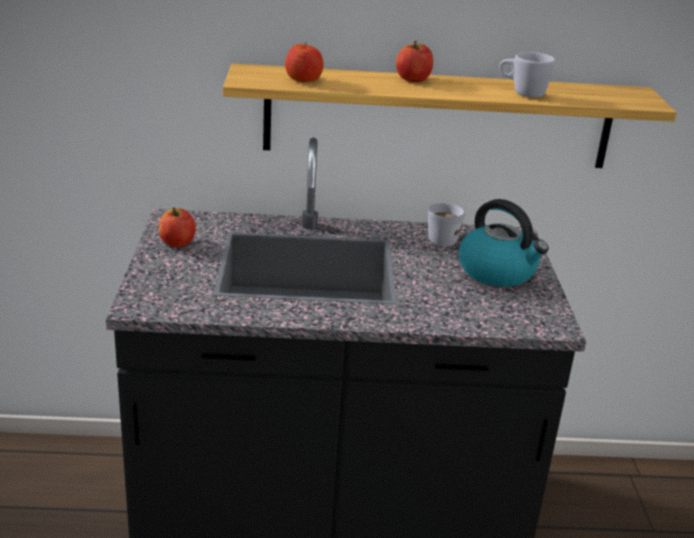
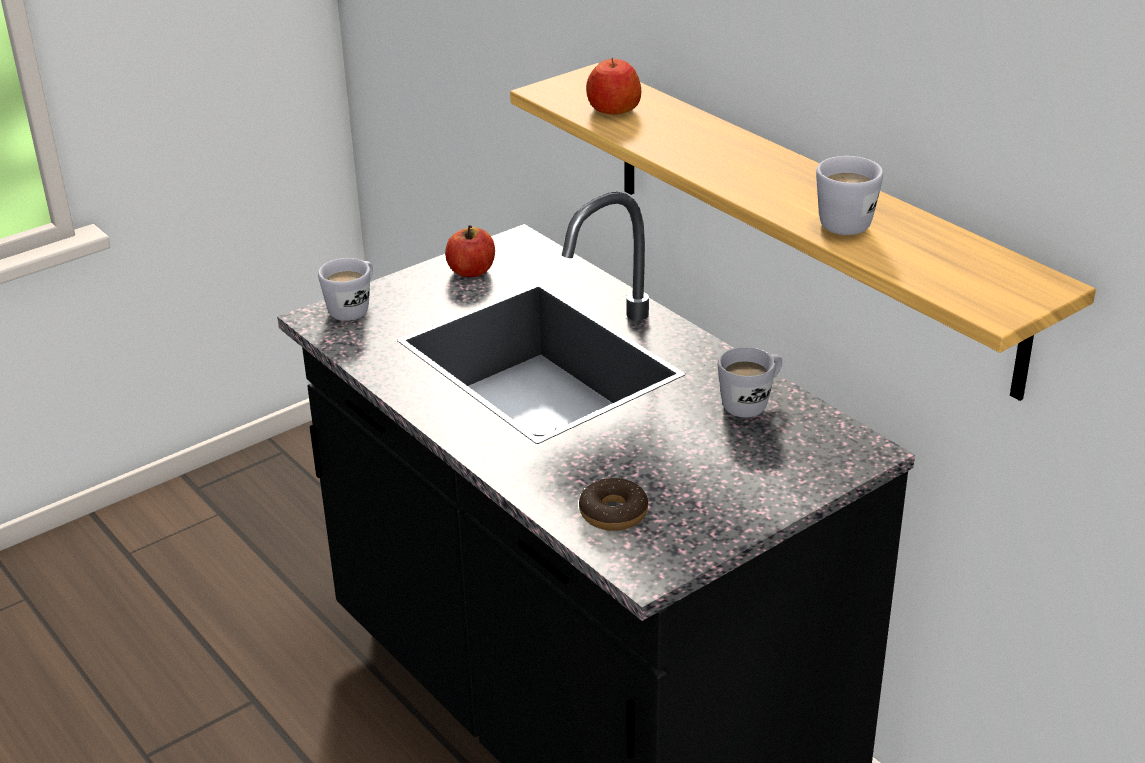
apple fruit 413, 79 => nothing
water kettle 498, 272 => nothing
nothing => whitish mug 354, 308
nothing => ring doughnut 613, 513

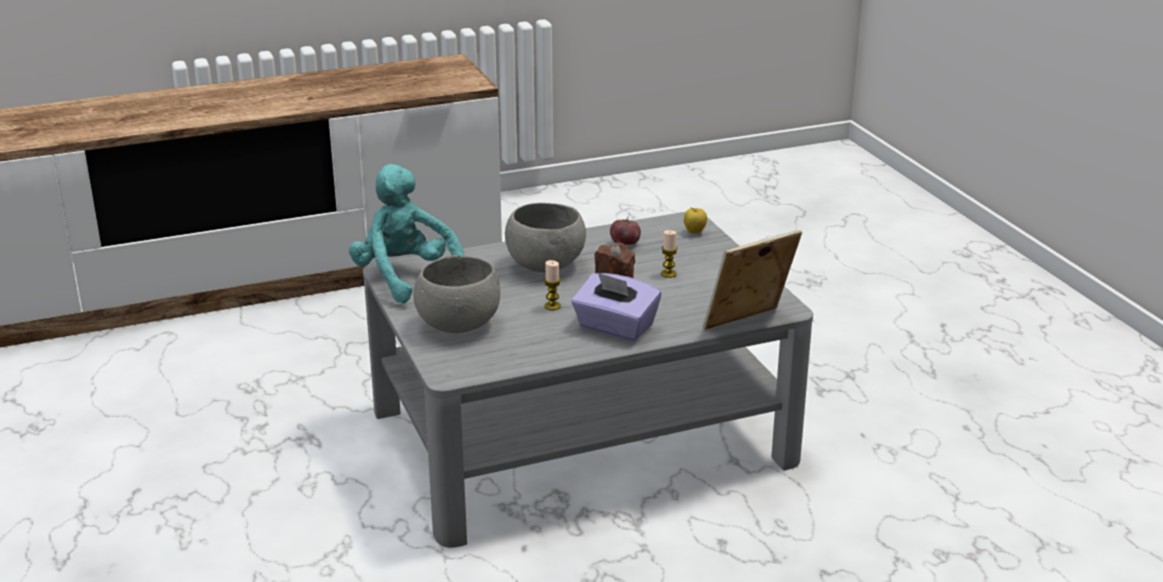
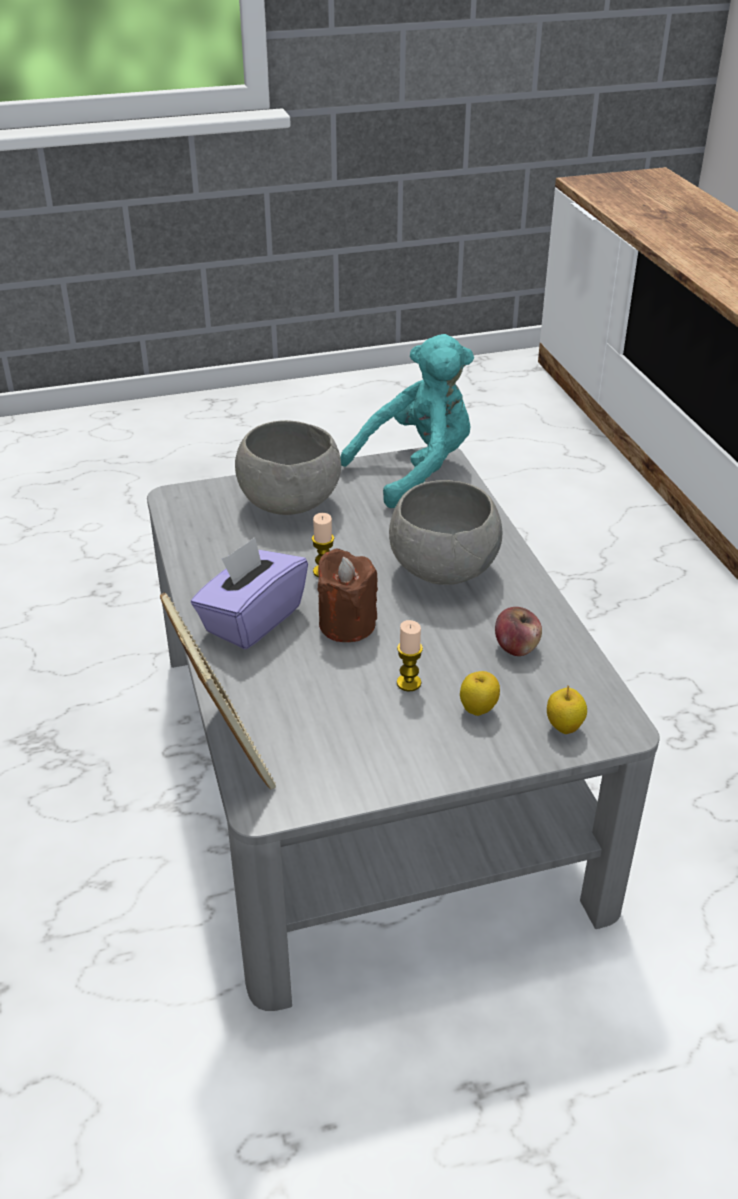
nothing => apple fruit 478, 710

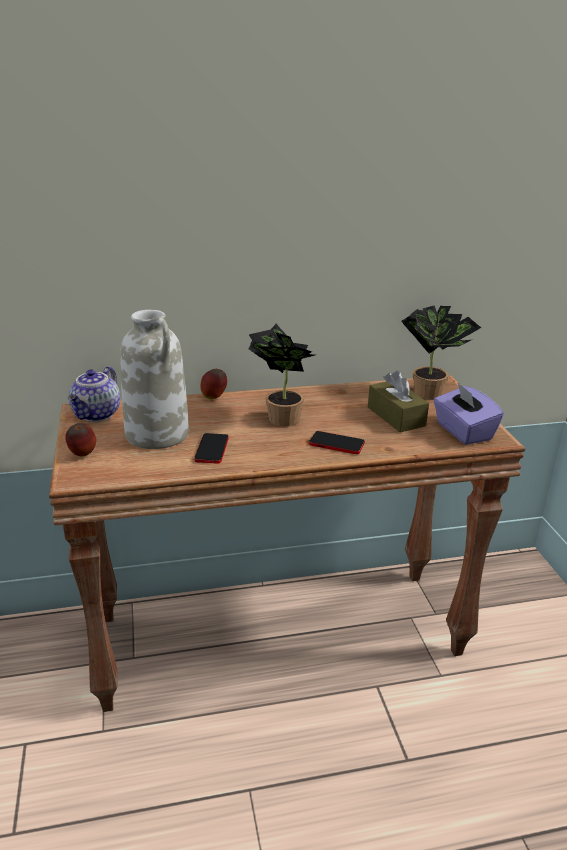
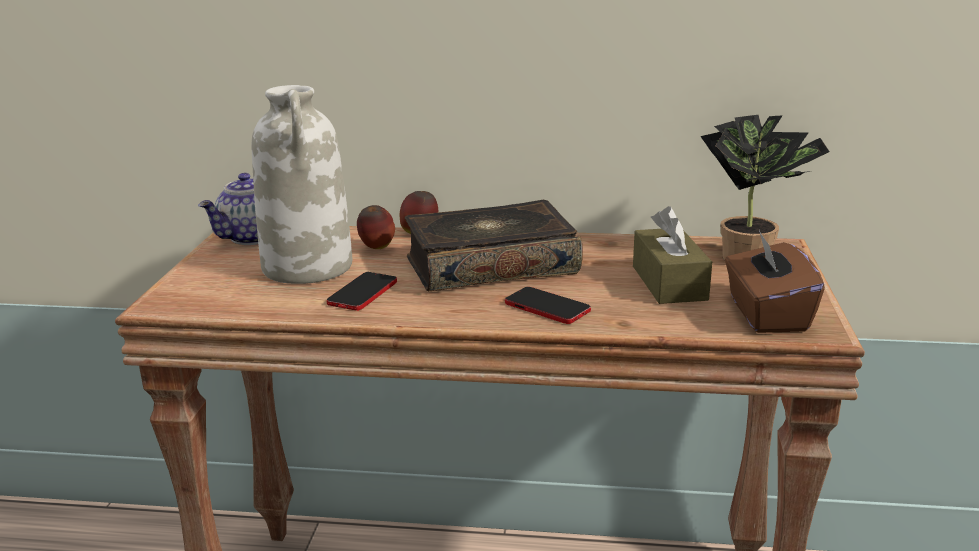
potted plant 280, 417 => bound book 490, 265
purplish tissue holder 463, 431 => brown-coloured tissue holder 766, 314
apple fruit 82, 455 => apple fruit 376, 249, move

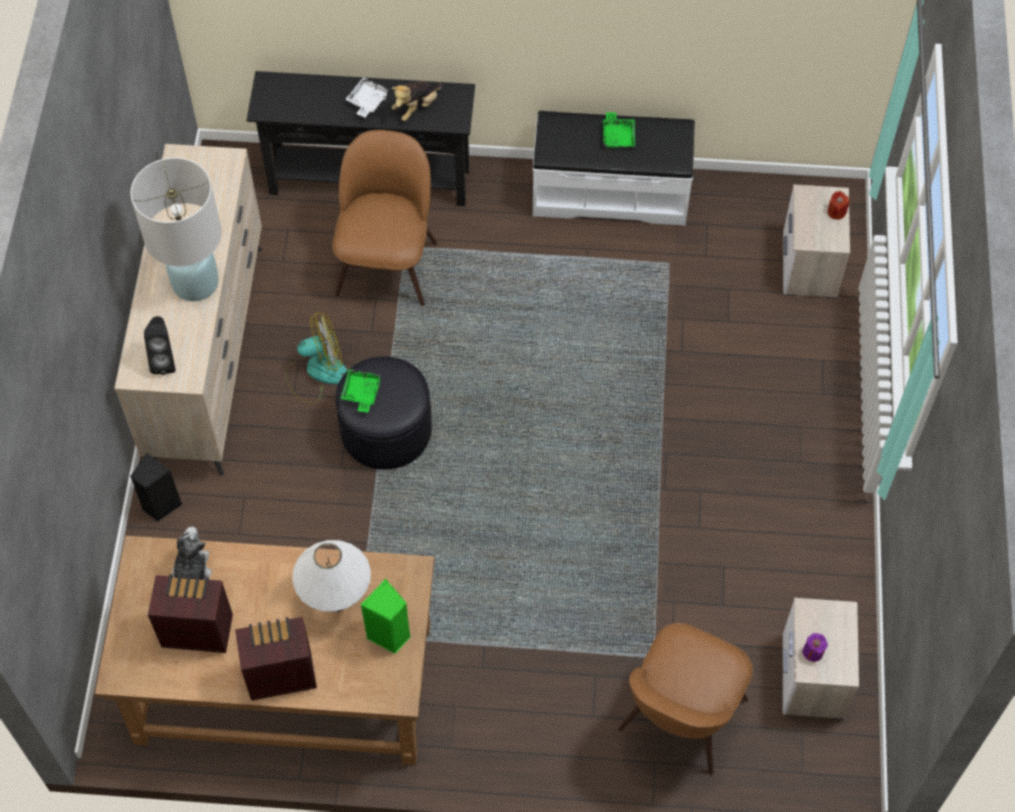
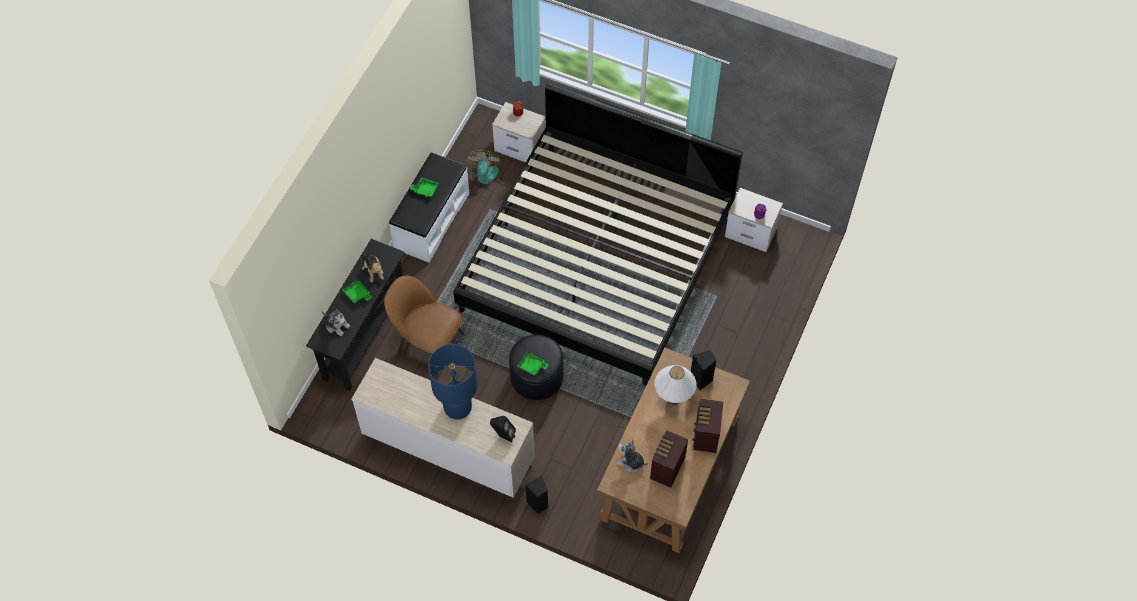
whitish tray 367, 101 => greenish tray 357, 294
whitish lamp for a table 195, 282 => blue lamp for a table 457, 407
electric fan 316, 372 => electric fan 487, 180, move
greenish speaker 389, 635 => black-coloured speaker 702, 380
brown-coloured plain chair 680, 719 => nothing
nothing => bedroom bed 596, 260
nothing => cuddly toy 337, 325

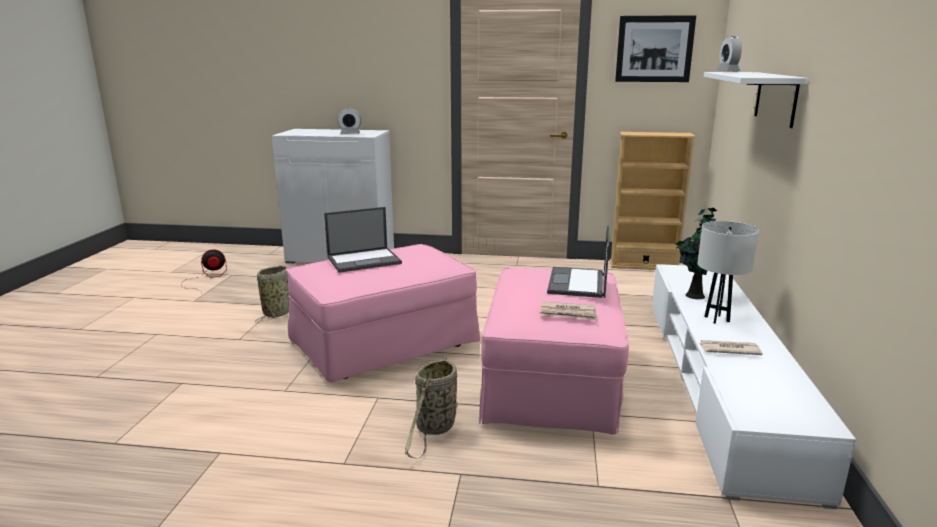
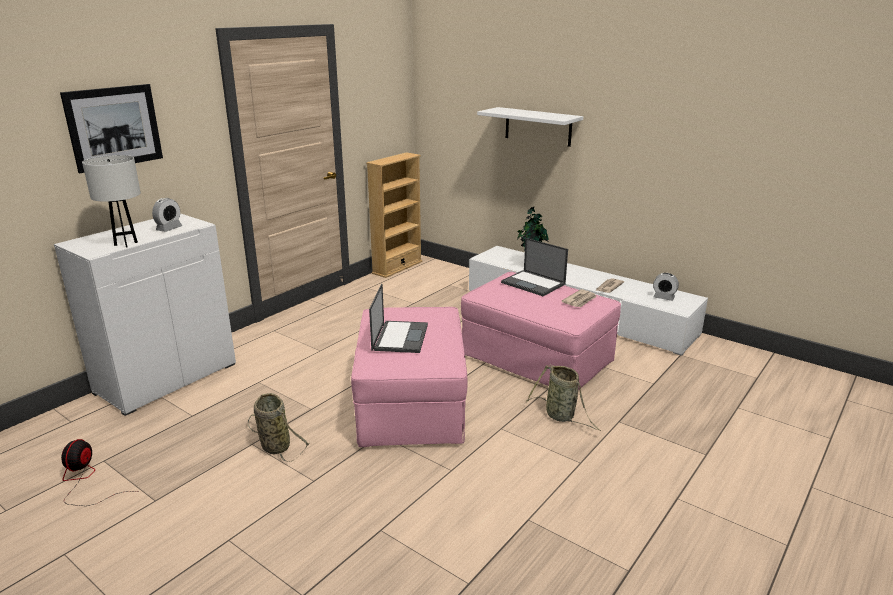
wall picture 654, 49 => wall picture 114, 127, move
bedside clock 727, 72 => bedside clock 663, 297, move
whitish lamp for a table 717, 319 => whitish lamp for a table 126, 244, move

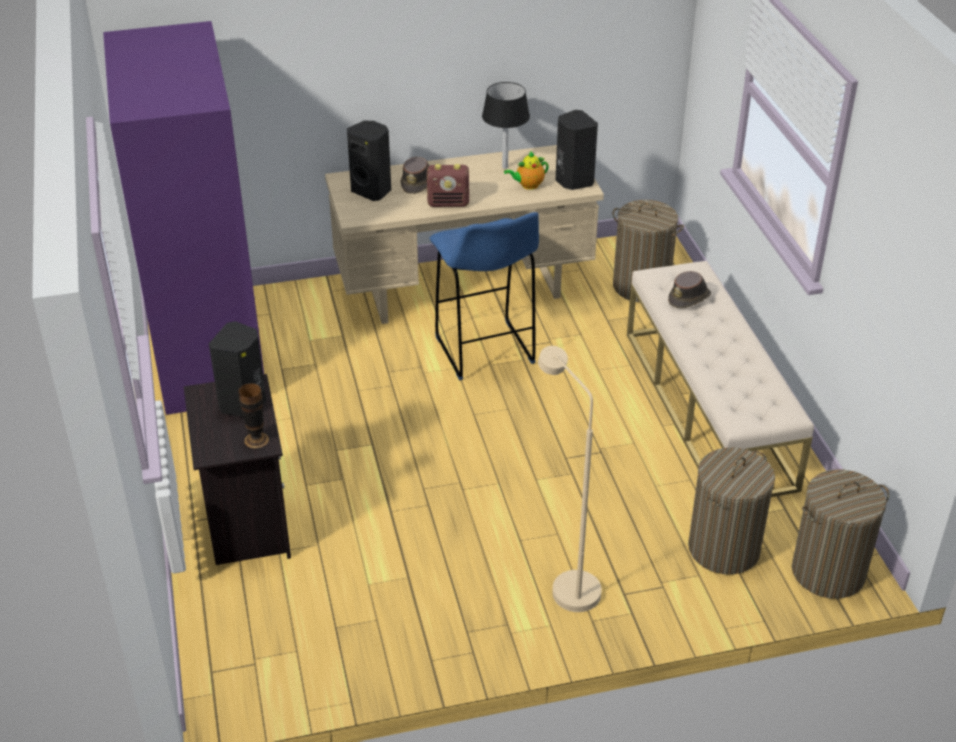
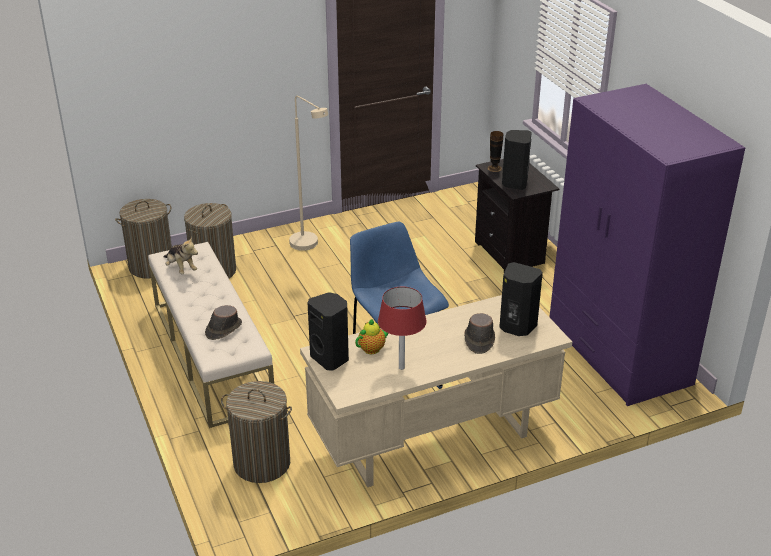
black-coloured lamp for a table 505, 167 => reddish lamp for a table 401, 368
radio receiver 448, 203 => nothing
nothing => cuddly toy 181, 268

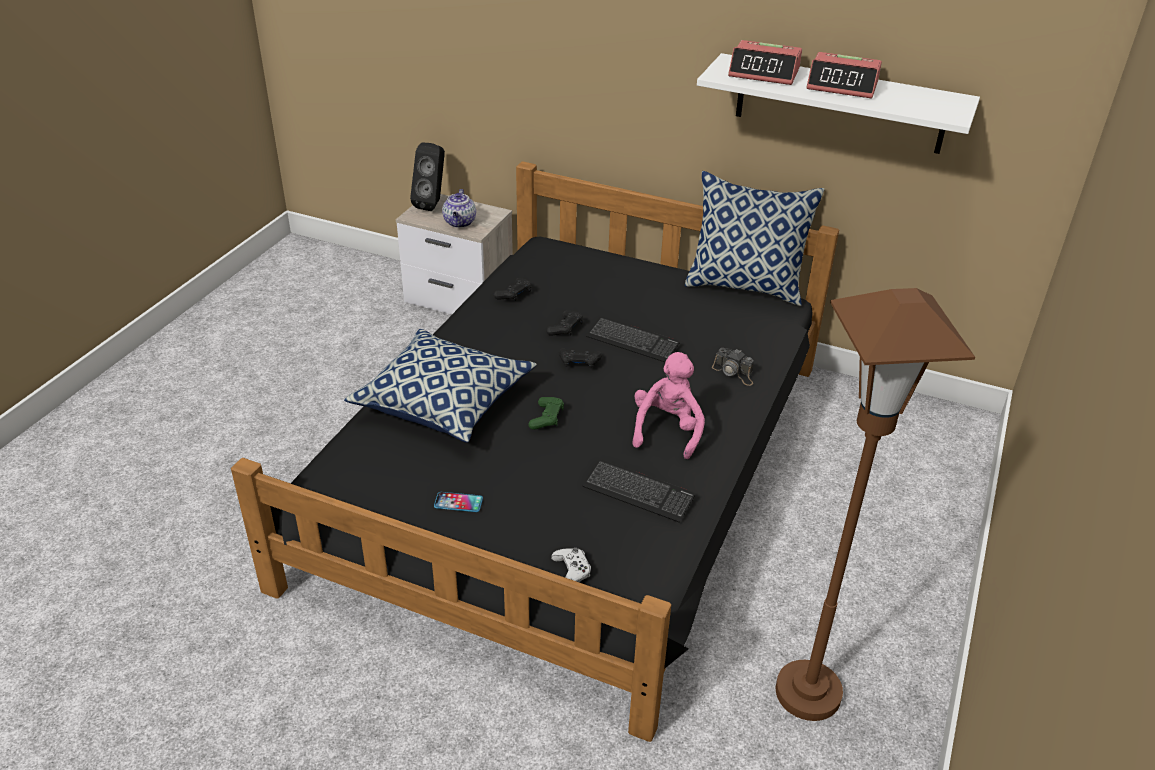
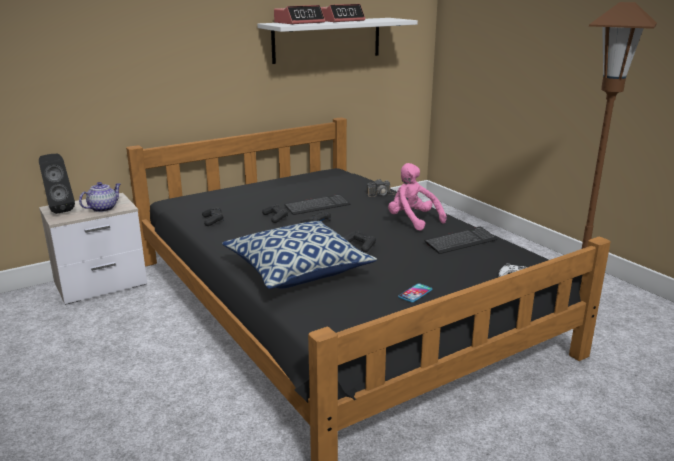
pillow 745, 286 => nothing
tea pot 460, 223 => tea pot 103, 208, 90 degrees counterclockwise
greenish game controller 546, 418 => black-coloured game controller 360, 246

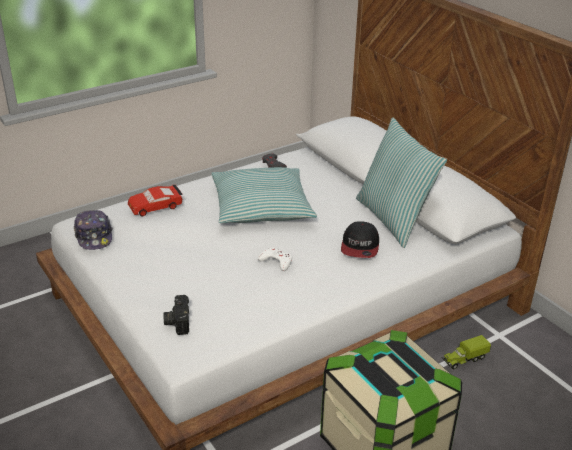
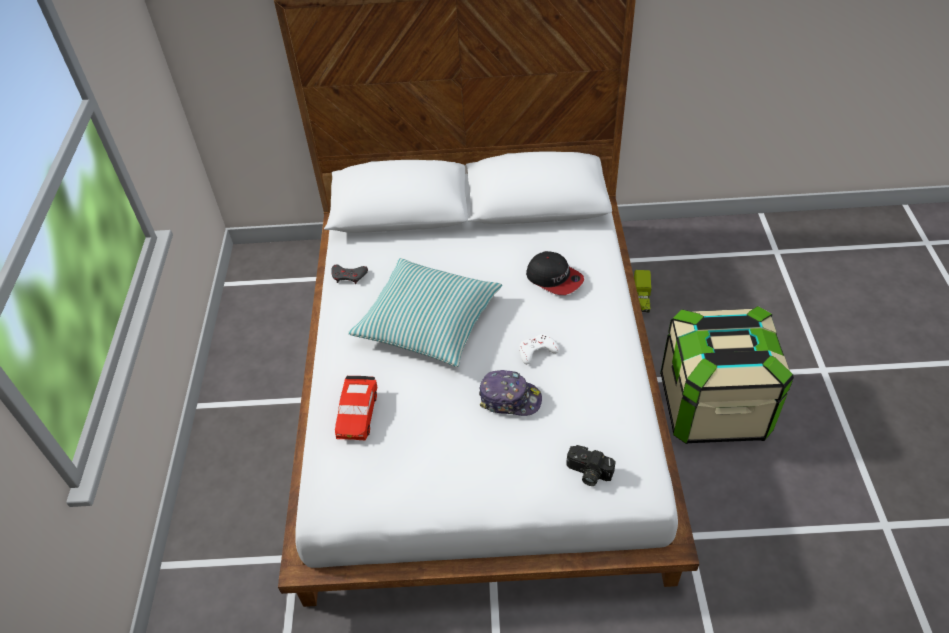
pillow 393, 219 => nothing
baseball cap 94, 236 => baseball cap 510, 399, move

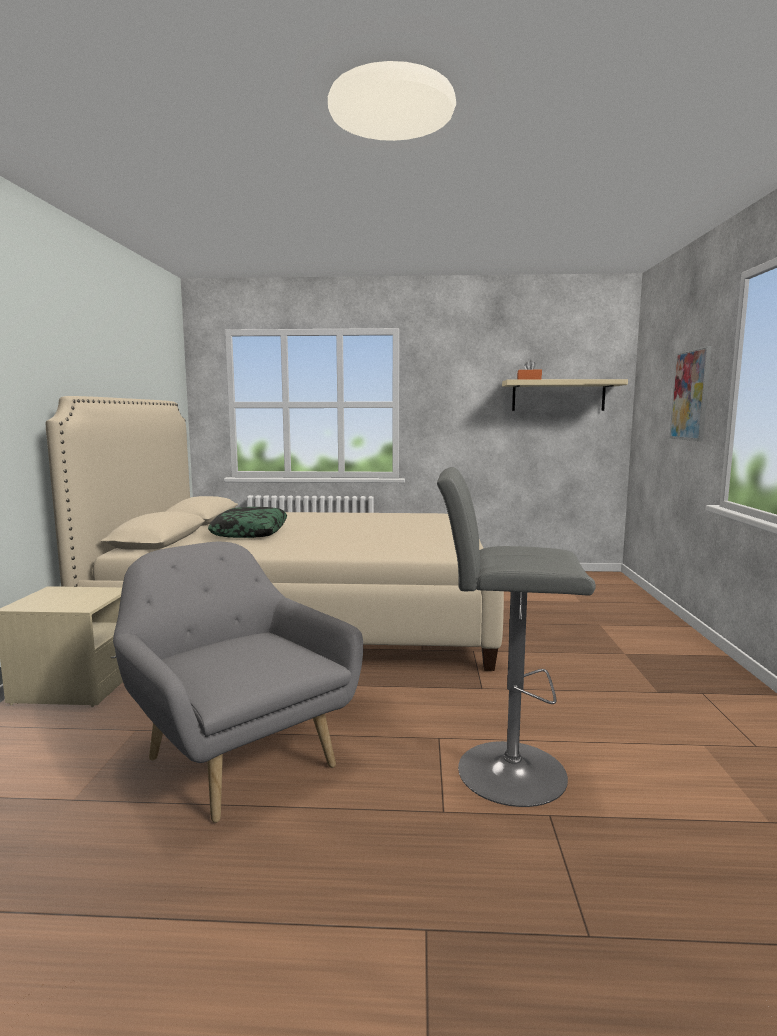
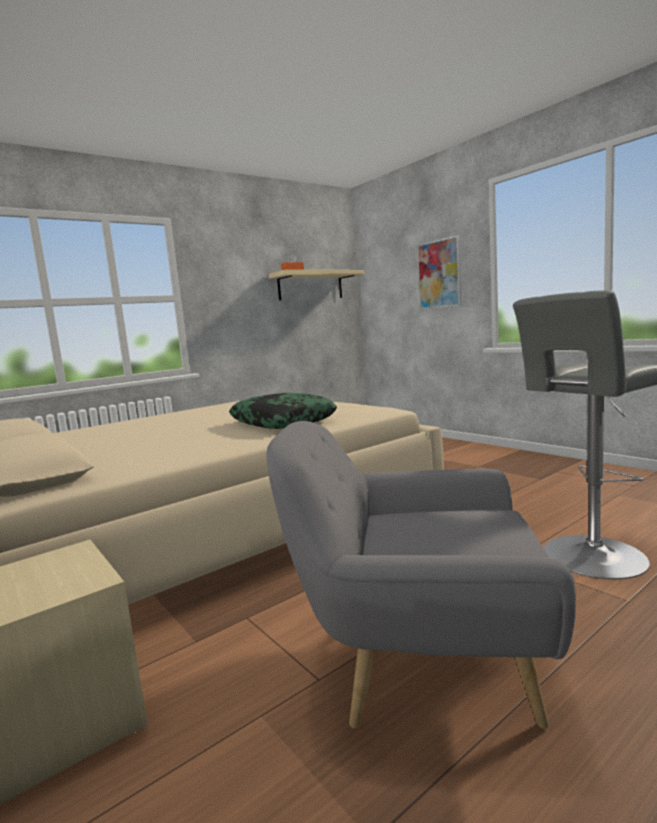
pillow 250, 532 => pillow 282, 422, move

